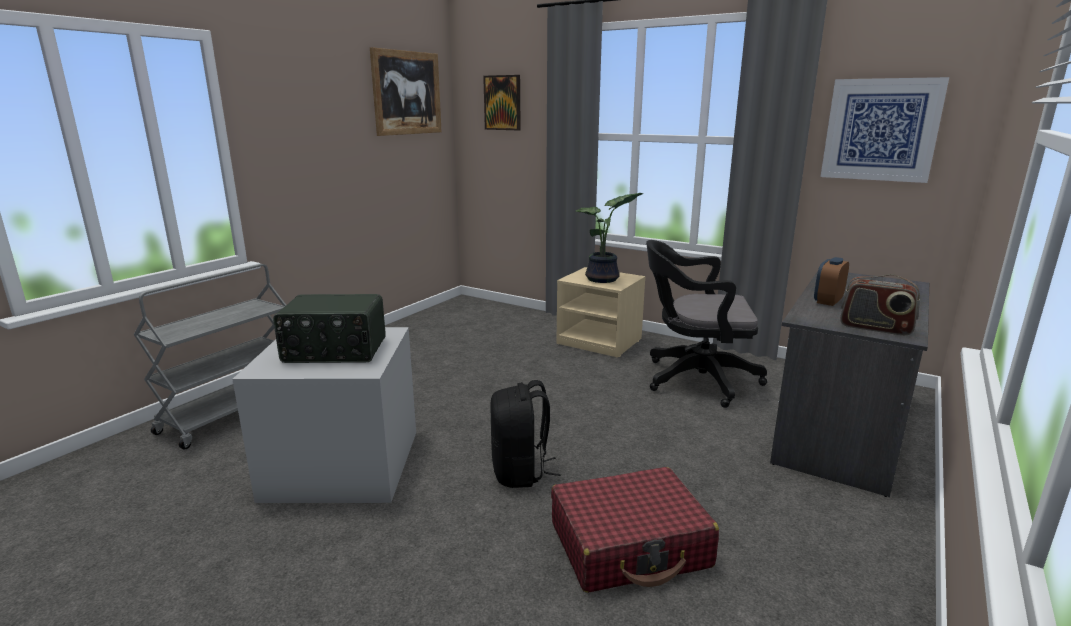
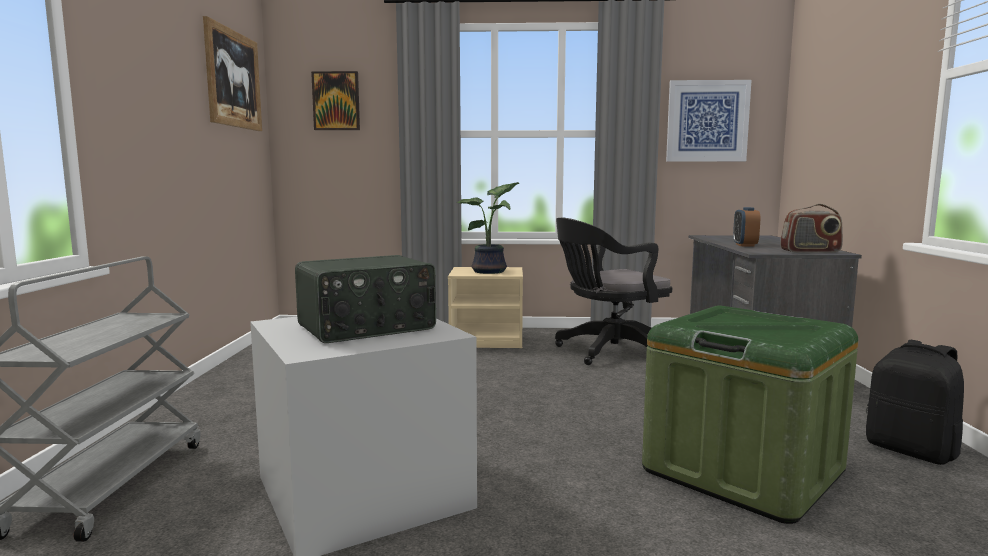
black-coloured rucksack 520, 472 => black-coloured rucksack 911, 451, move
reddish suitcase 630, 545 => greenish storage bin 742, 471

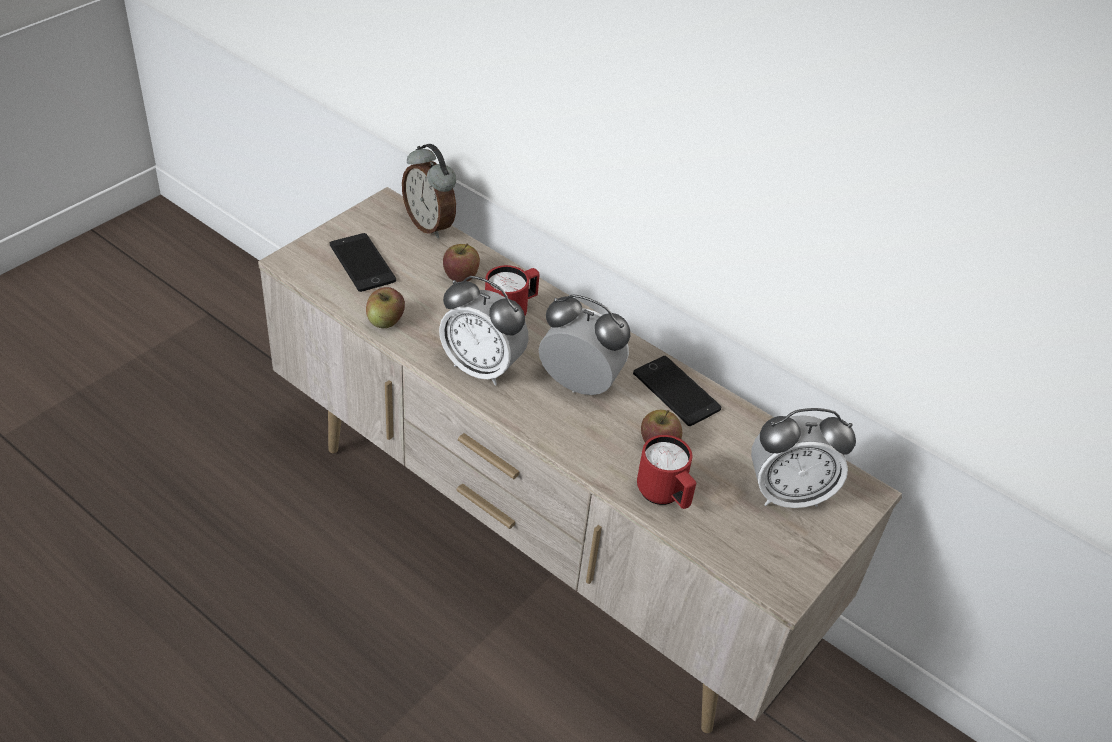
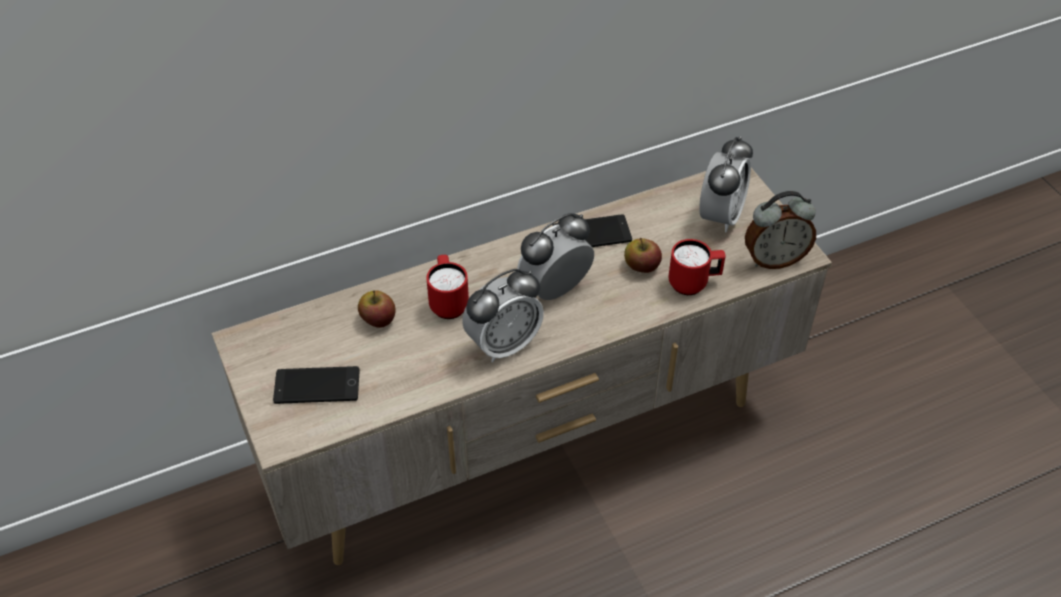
bedside clock 430, 225 => bedside clock 774, 259, move
apple fruit 385, 321 => nothing

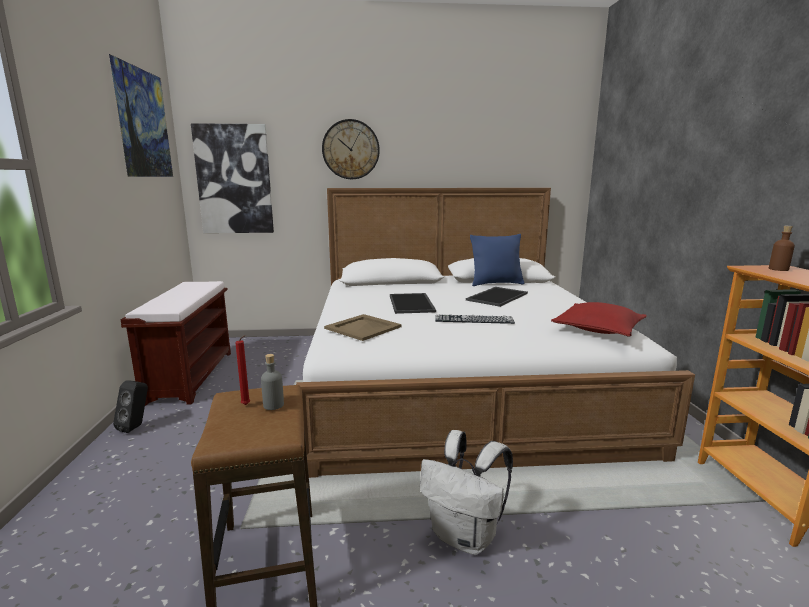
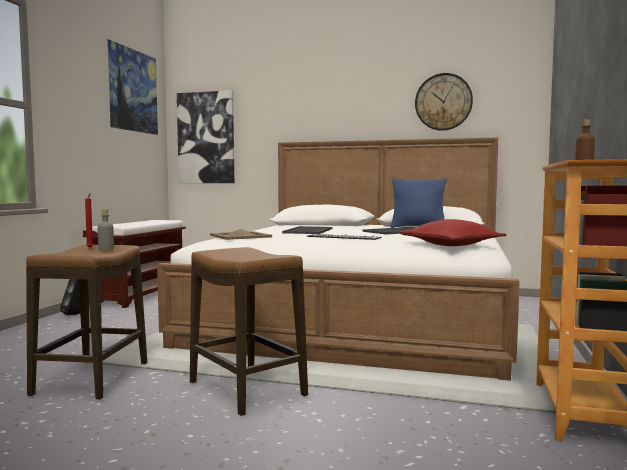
wall clock 351, 149 => wall clock 443, 102, move
whitish rucksack 465, 537 => stool seat 247, 389

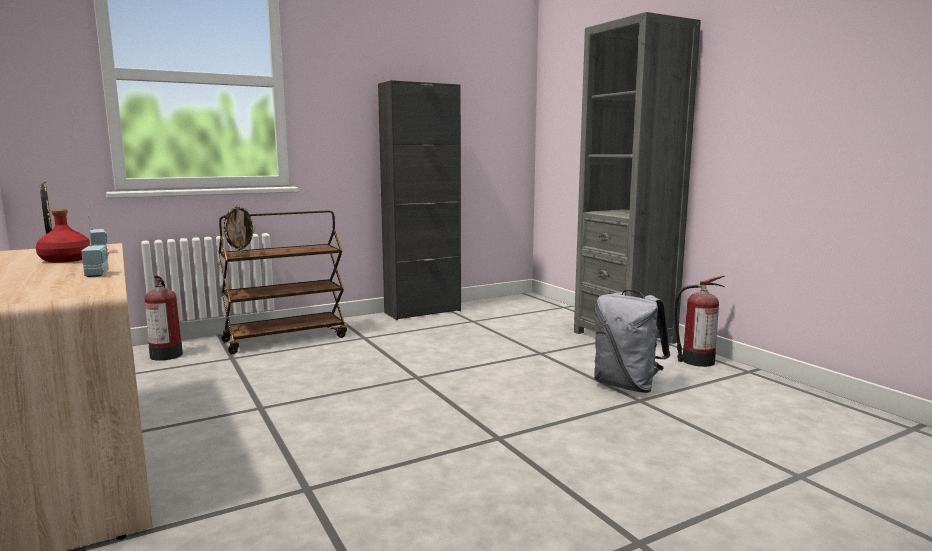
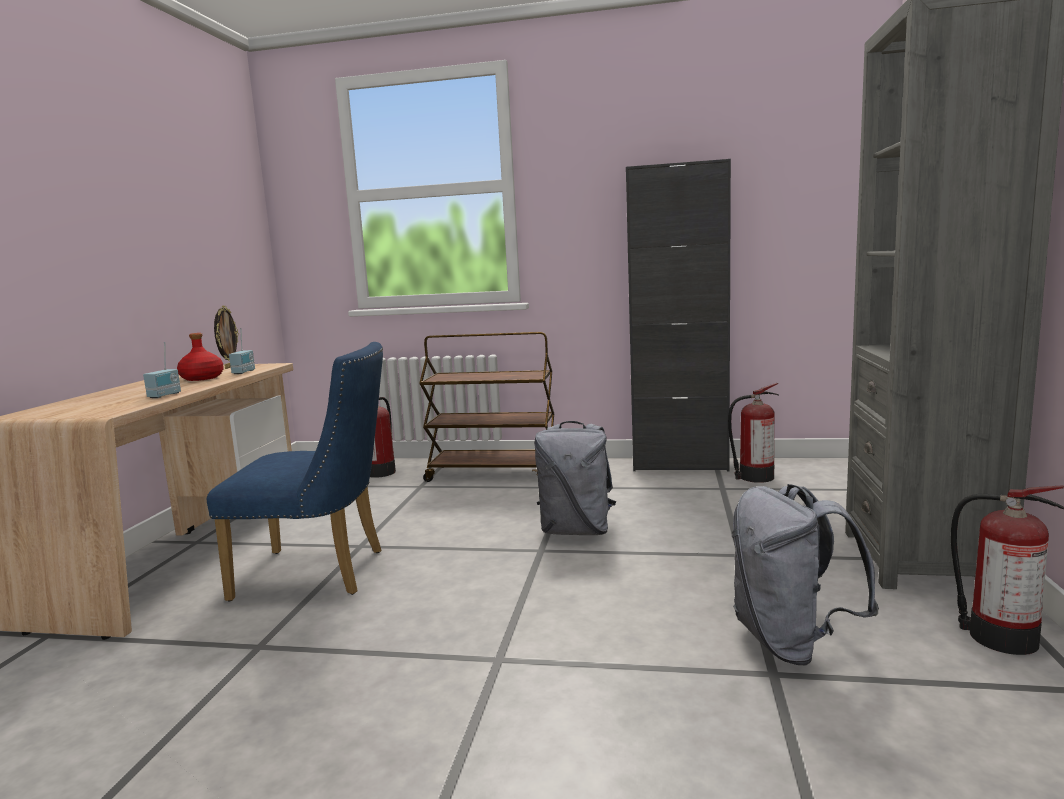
picture frame 240, 255 => nothing
nothing => blue plain chair 322, 574
nothing => extinguisher 754, 477
nothing => gray rucksack 576, 531

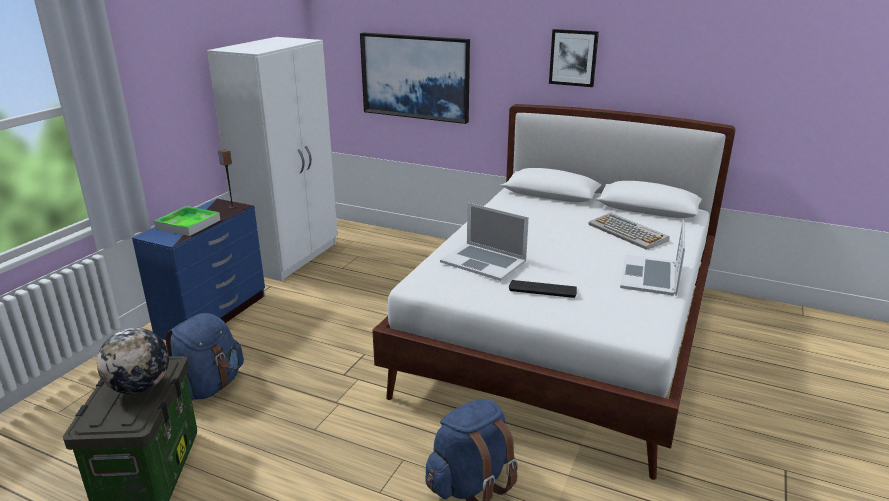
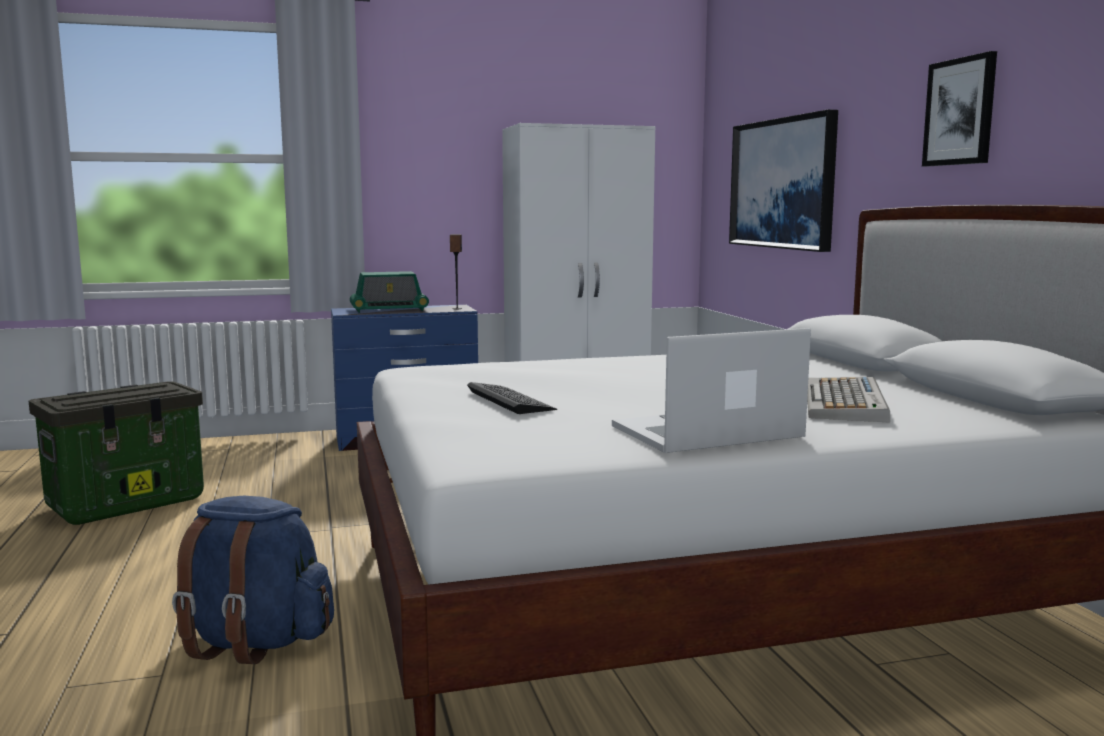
portable computer 483, 261 => nothing
tray 188, 224 => radio receiver 389, 309
blue rucksack 209, 387 => nothing
world globe 140, 387 => nothing

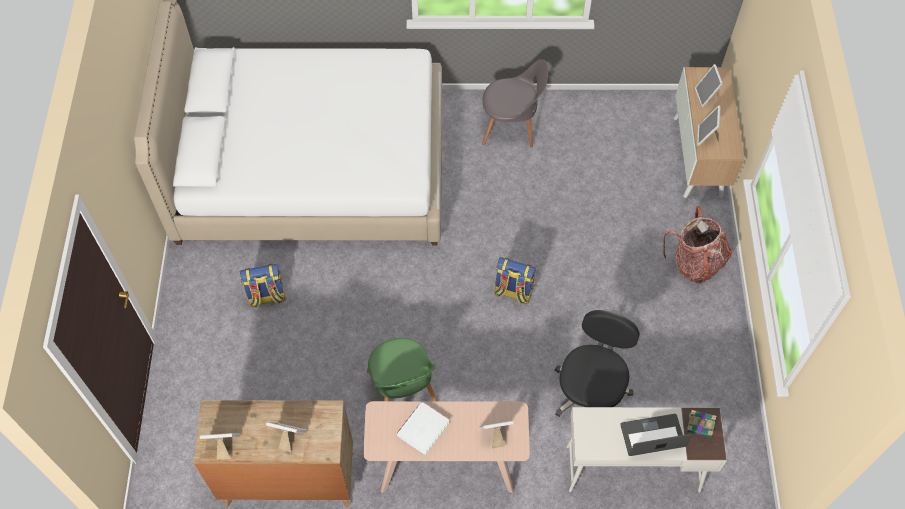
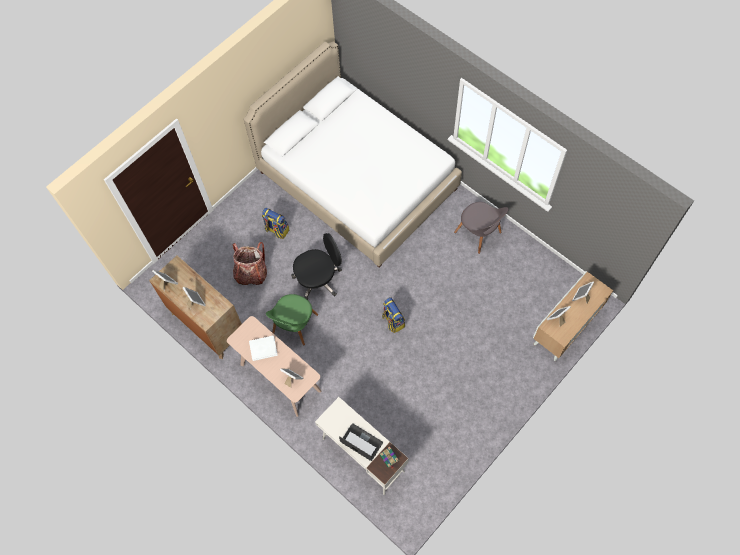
rucksack 695, 263 => rucksack 251, 273, move
black-coloured office chair 590, 390 => black-coloured office chair 319, 279, move

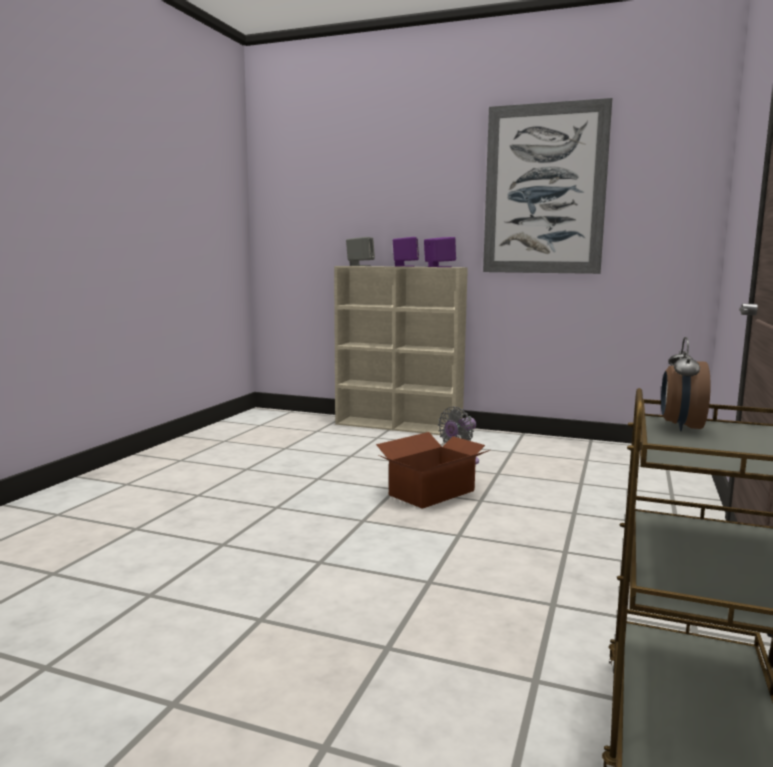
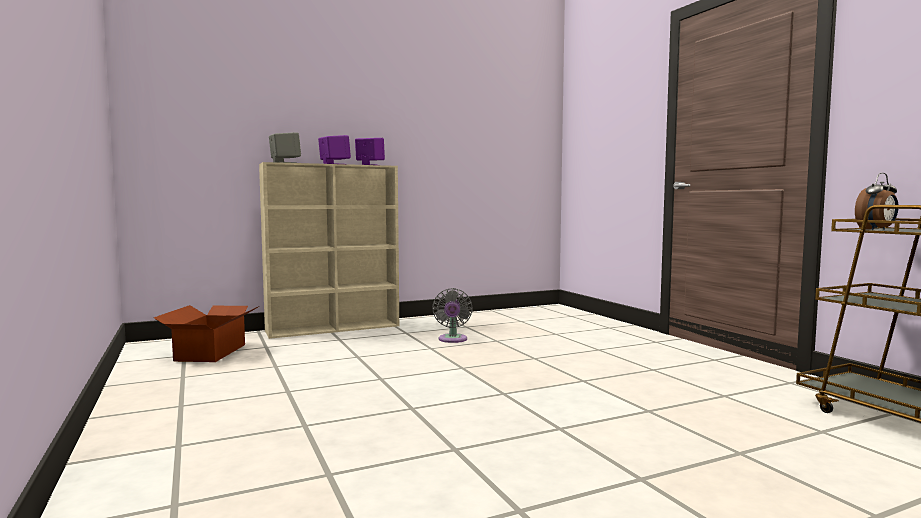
wall picture 544, 189 => nothing
bedside clock 680, 427 => bedside clock 876, 230, 90 degrees counterclockwise
cardboard box 433, 493 => cardboard box 212, 352, move

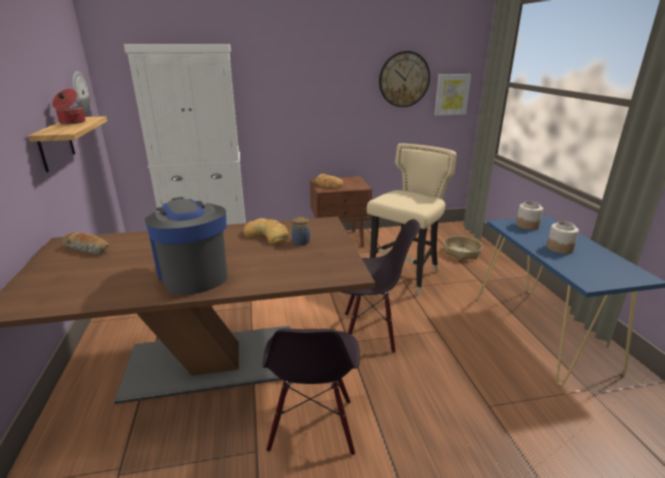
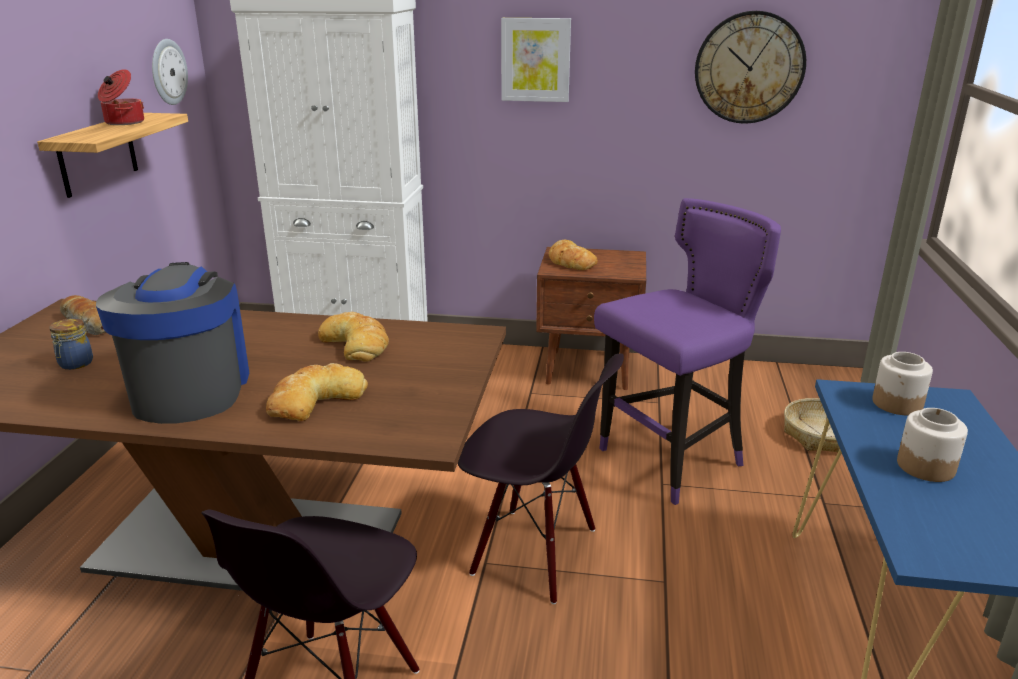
wall picture 452, 94 => wall picture 535, 60, move
sand-coloured stool seat 405, 276 => purplish stool seat 671, 461
jar 301, 242 => jar 75, 364, move
nothing => bakery bread 315, 400

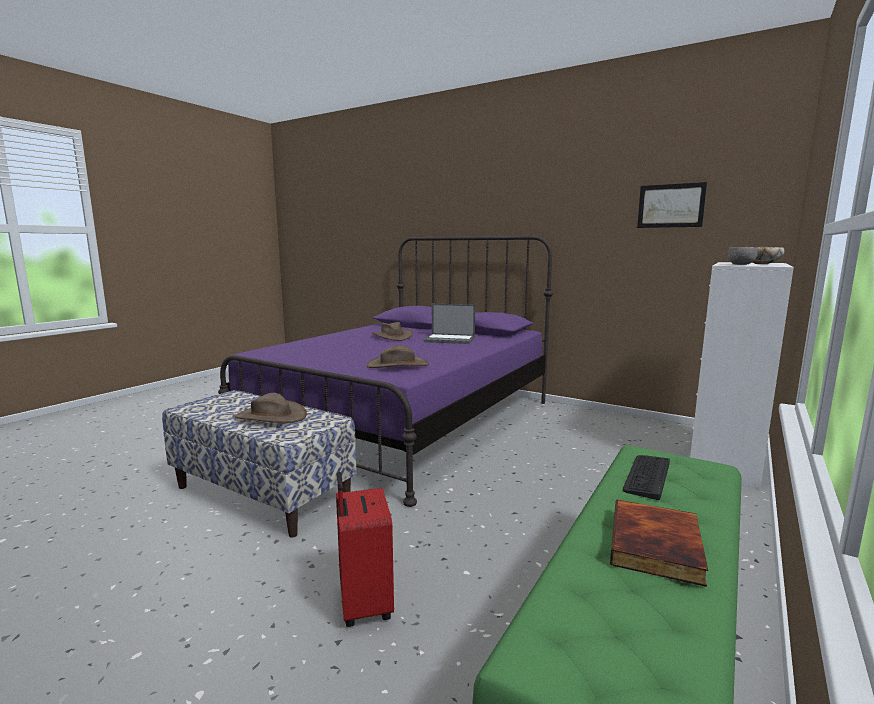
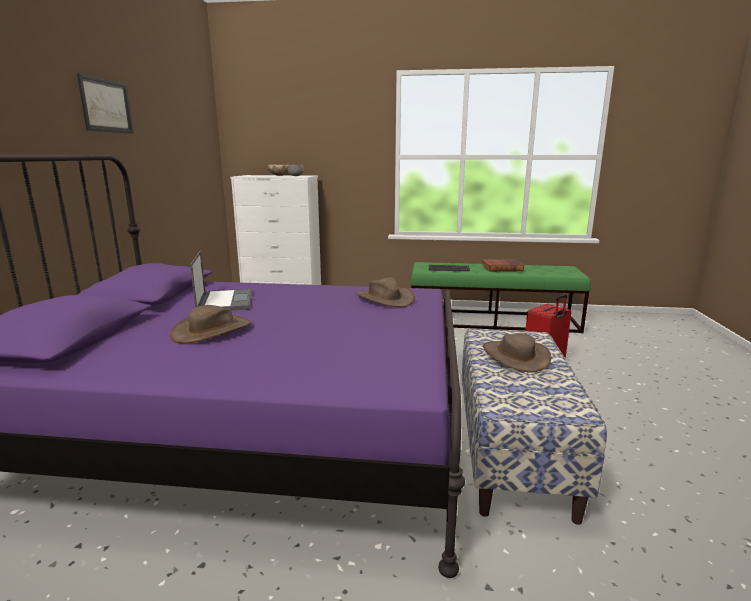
wall picture 670, 206 => wall picture 106, 106, move

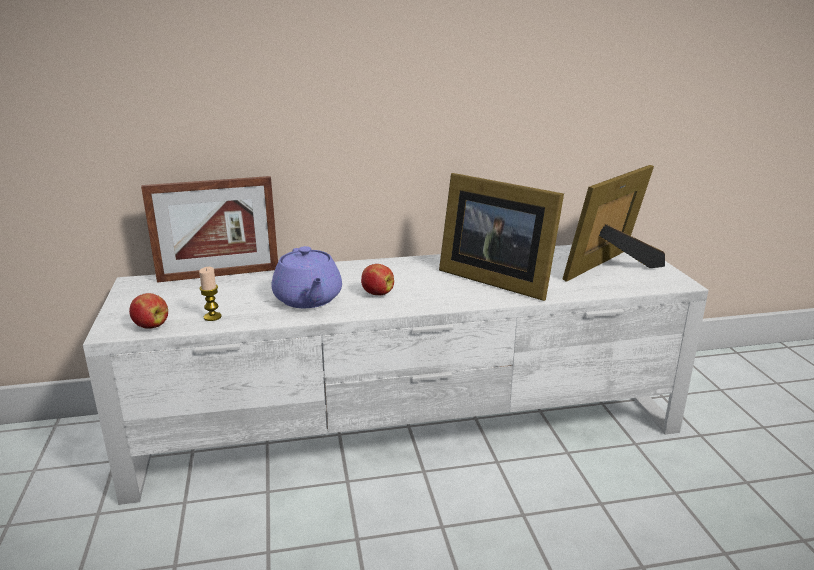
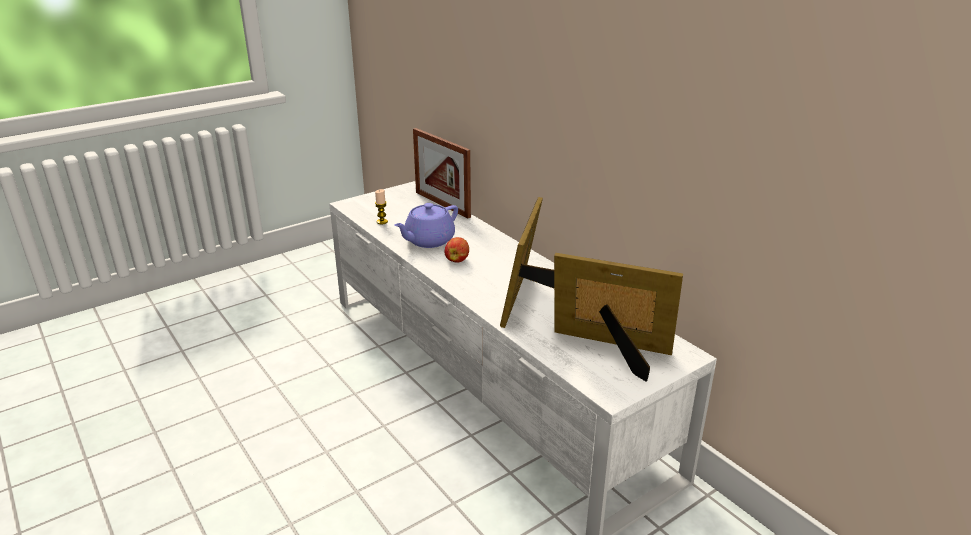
apple fruit 150, 326 => nothing

